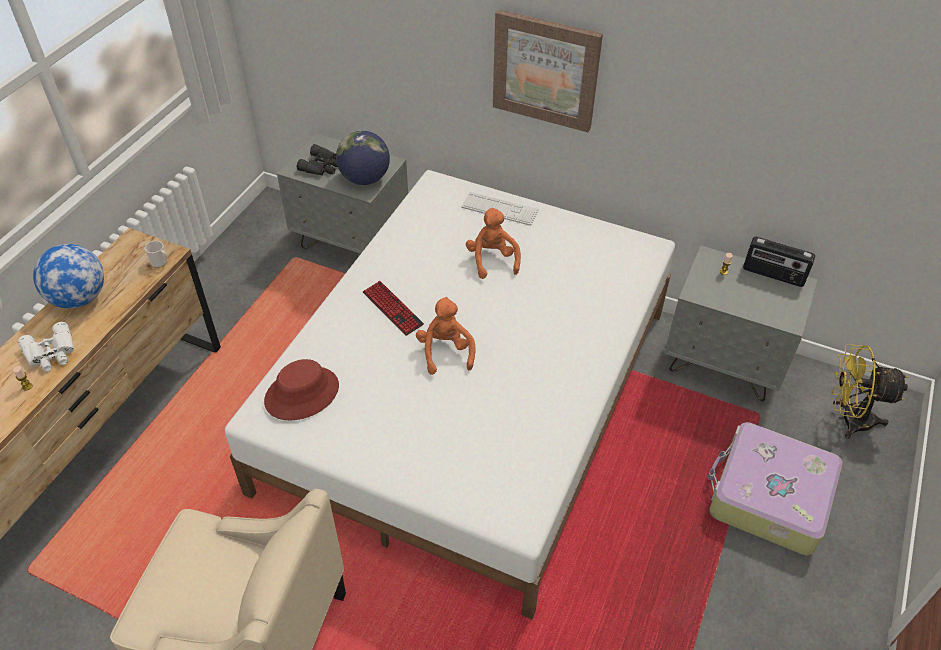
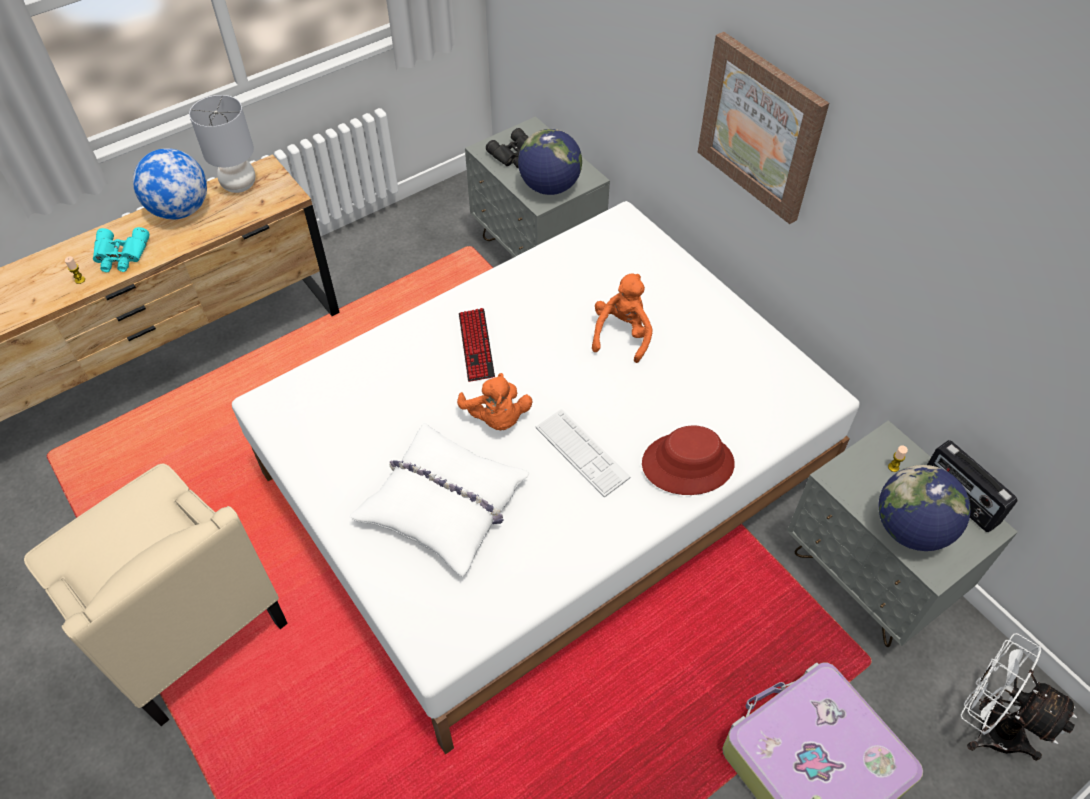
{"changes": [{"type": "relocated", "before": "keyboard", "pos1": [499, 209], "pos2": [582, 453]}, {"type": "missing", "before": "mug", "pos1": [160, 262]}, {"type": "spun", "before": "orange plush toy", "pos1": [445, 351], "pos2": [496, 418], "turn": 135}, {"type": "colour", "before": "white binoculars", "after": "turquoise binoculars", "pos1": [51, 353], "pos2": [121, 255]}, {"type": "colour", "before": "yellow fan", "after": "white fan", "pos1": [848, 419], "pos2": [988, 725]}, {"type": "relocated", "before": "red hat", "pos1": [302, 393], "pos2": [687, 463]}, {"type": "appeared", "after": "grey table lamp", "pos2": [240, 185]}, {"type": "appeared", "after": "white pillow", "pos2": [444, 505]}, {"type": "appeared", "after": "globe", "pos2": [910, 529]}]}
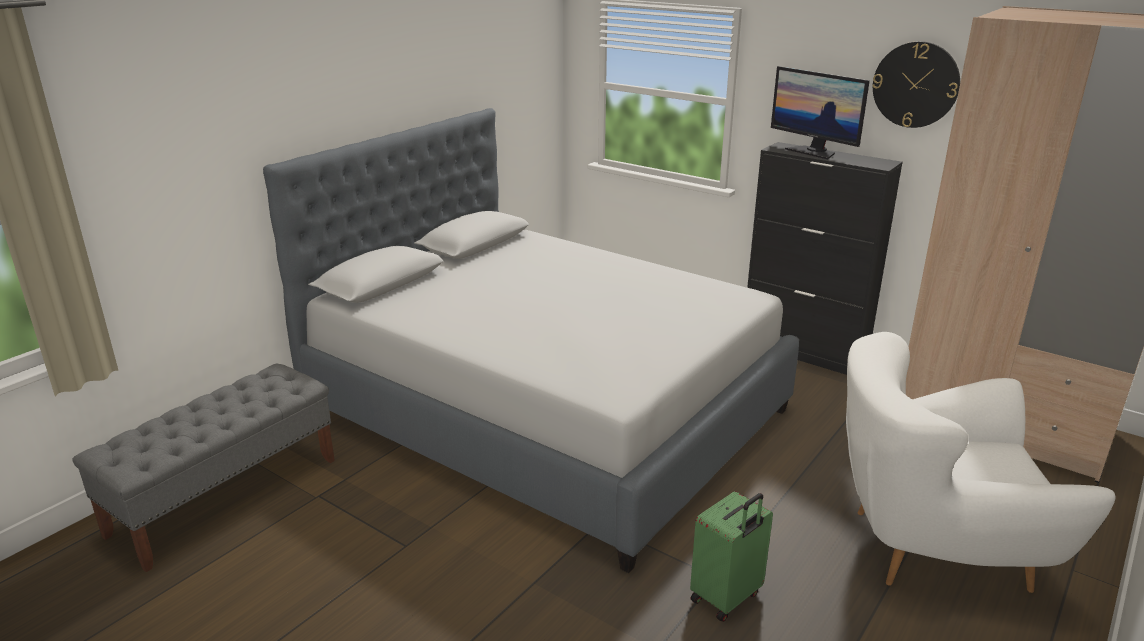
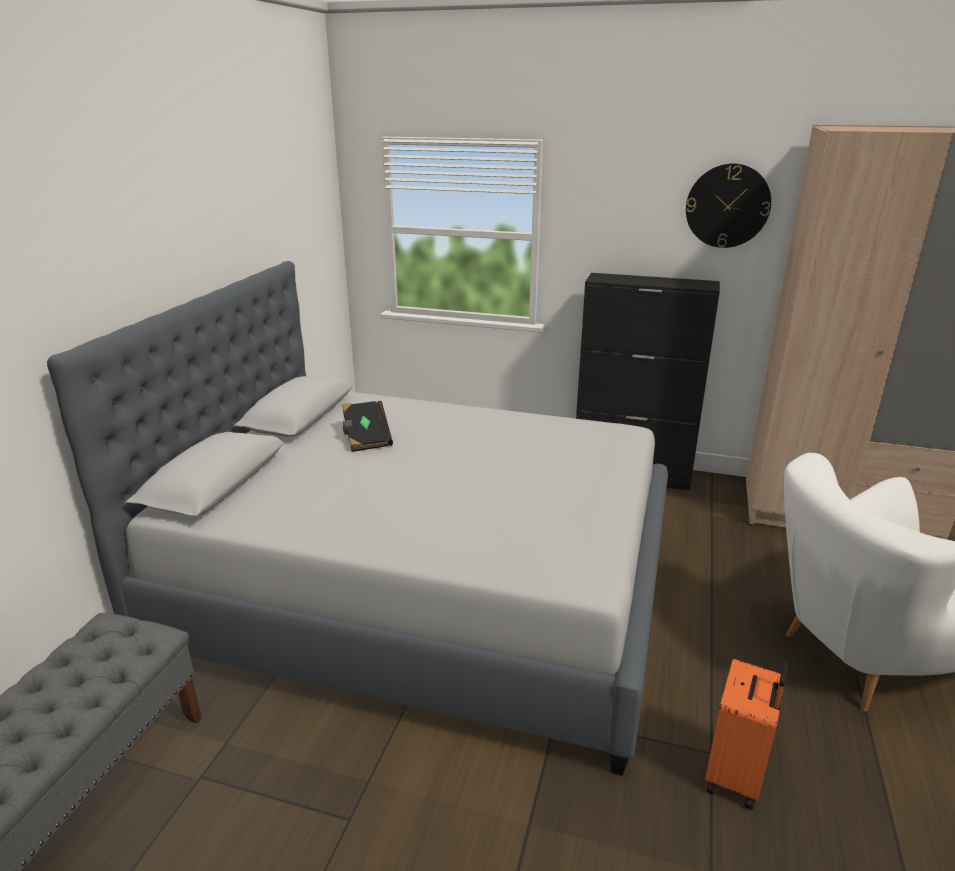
{"changes": [{"type": "missing", "before": "monitor", "pos1": [813, 152]}, {"type": "colour", "before": "green suitcase", "after": "orange suitcase", "pos1": [727, 598], "pos2": [736, 775]}, {"type": "appeared", "after": "black book", "pos2": [366, 437]}]}
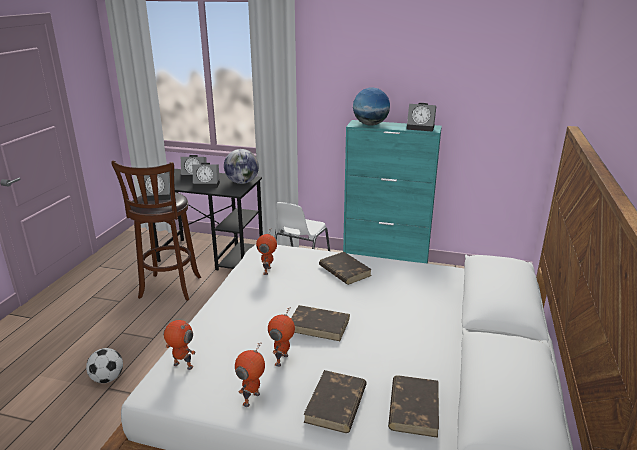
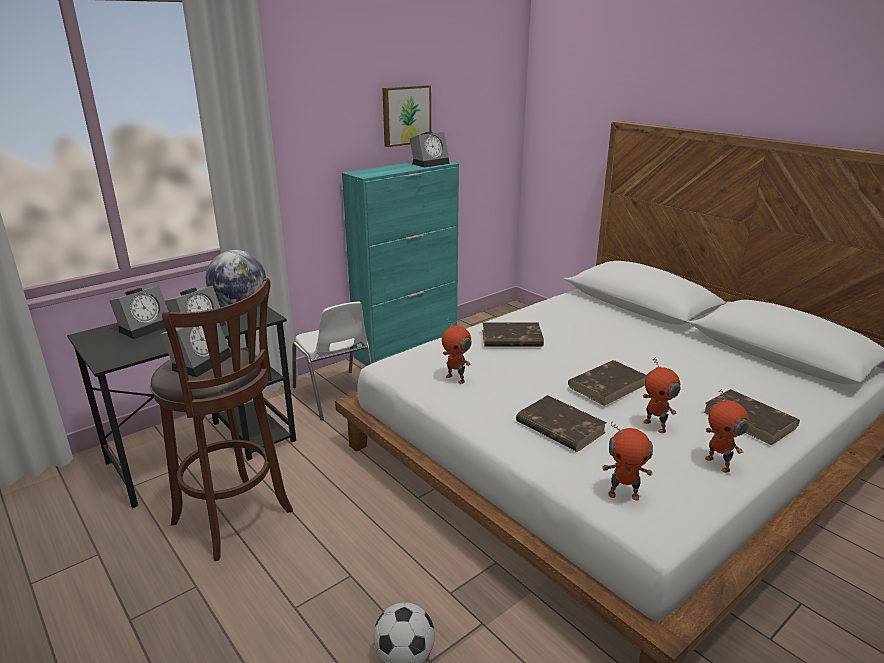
{"changes": [{"type": "missing", "before": "globe", "pos1": [370, 124]}, {"type": "spun", "before": "toy robot", "pos1": [182, 366], "pos2": [623, 494], "turn": -135}, {"type": "relocated", "before": "brown book", "pos1": [413, 407], "pos2": [559, 427]}, {"type": "appeared", "after": "picture", "pos2": [405, 115]}]}
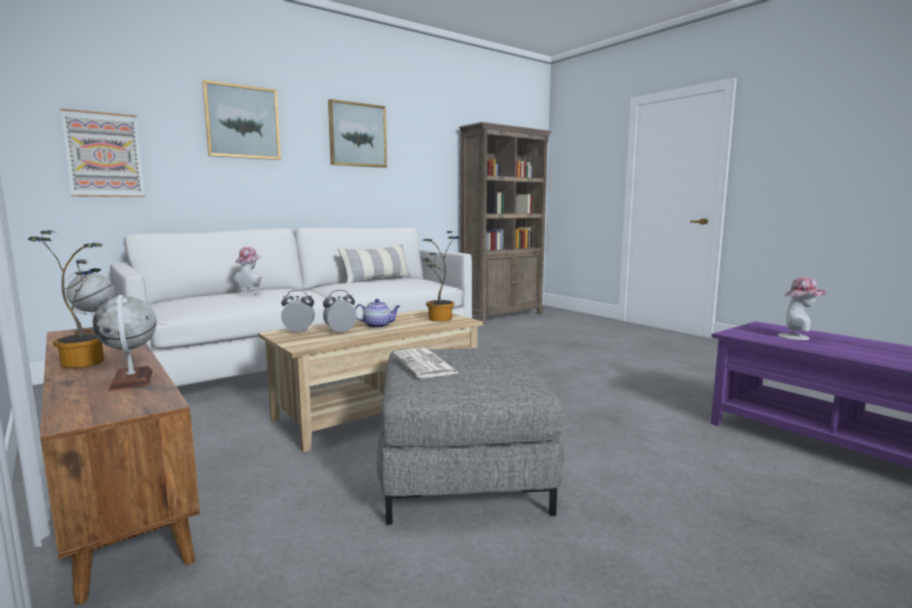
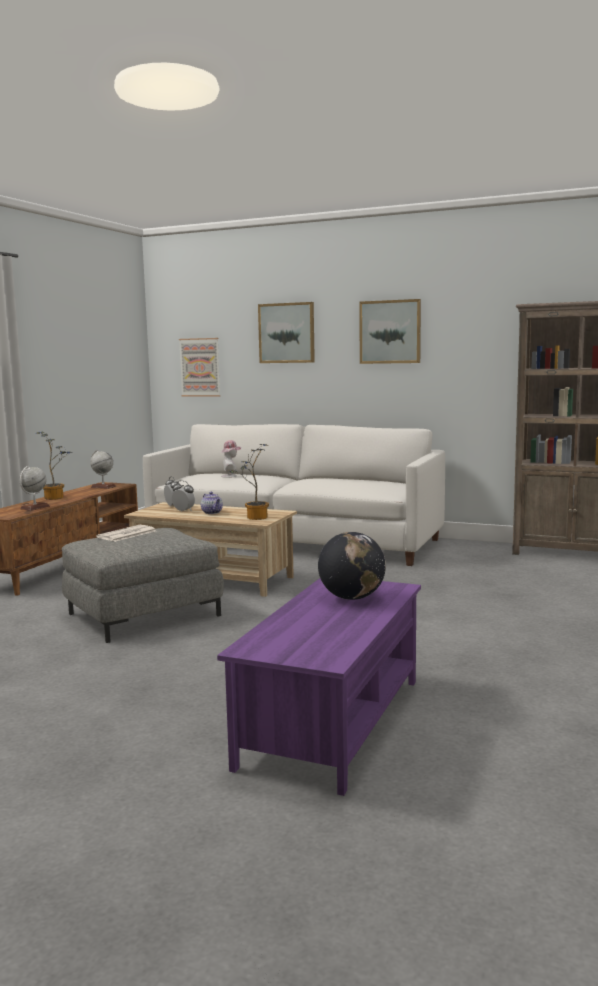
{"changes": [{"type": "missing", "before": "pillow", "pos1": [377, 280]}, {"type": "exchanged", "before": "hat", "after": "globe", "pos1": [798, 337], "pos2": [352, 597]}]}
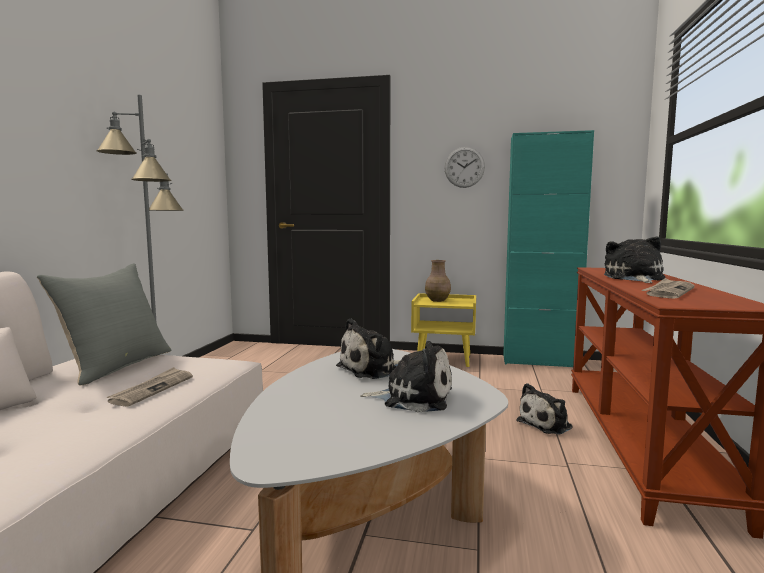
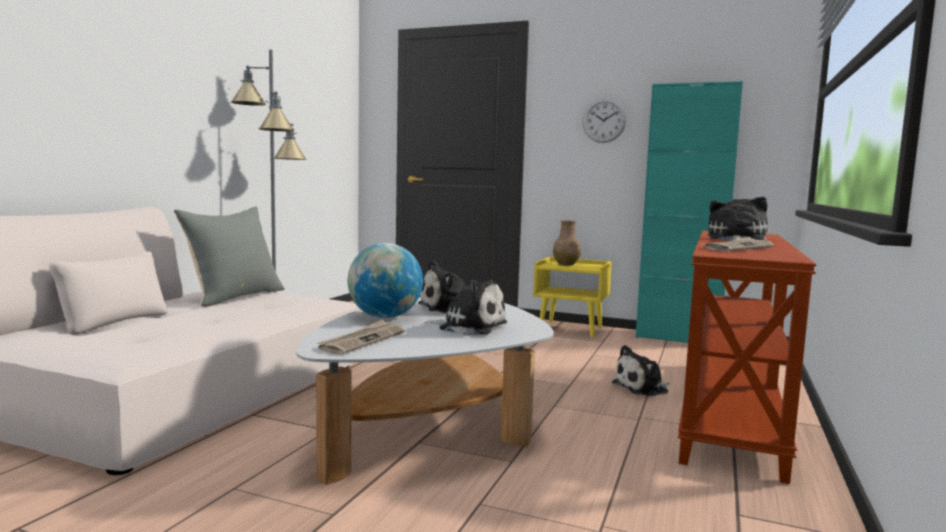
{"changes": [{"type": "relocated", "before": "newspaper", "pos1": [152, 389], "pos2": [362, 340]}, {"type": "appeared", "after": "globe", "pos2": [385, 317]}]}
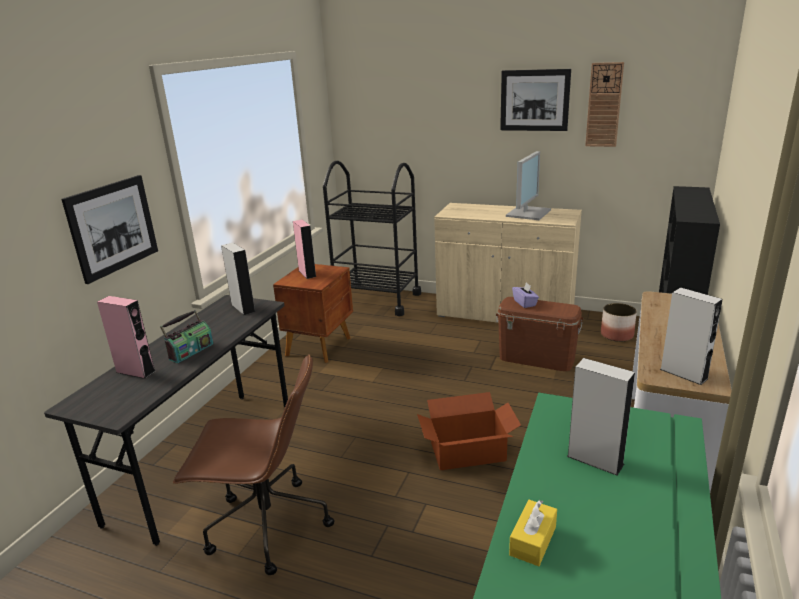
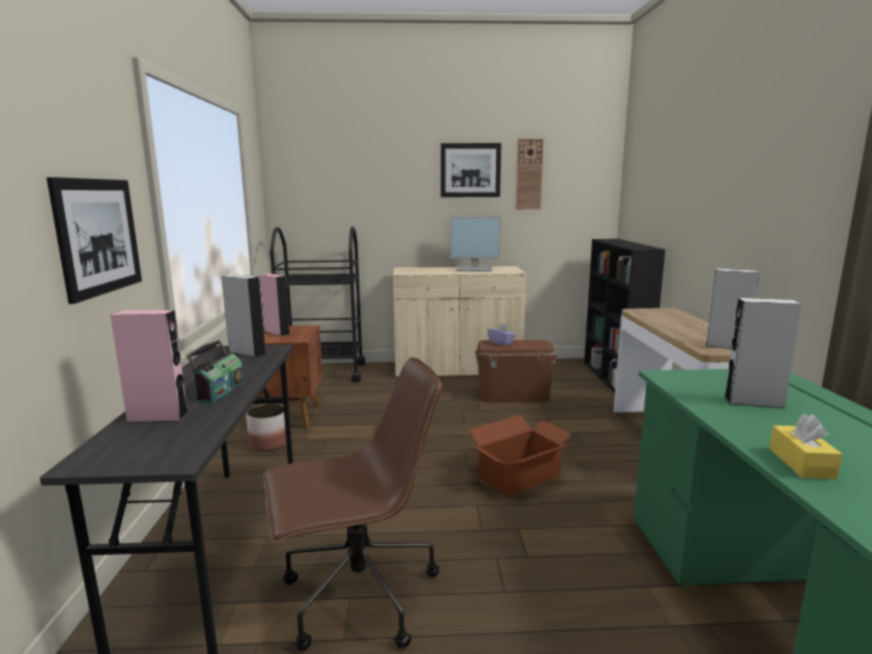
{"changes": [{"type": "spun", "before": "monitor", "pos1": [528, 213], "pos2": [475, 269], "turn": 90}, {"type": "relocated", "before": "planter", "pos1": [616, 335], "pos2": [269, 443]}]}
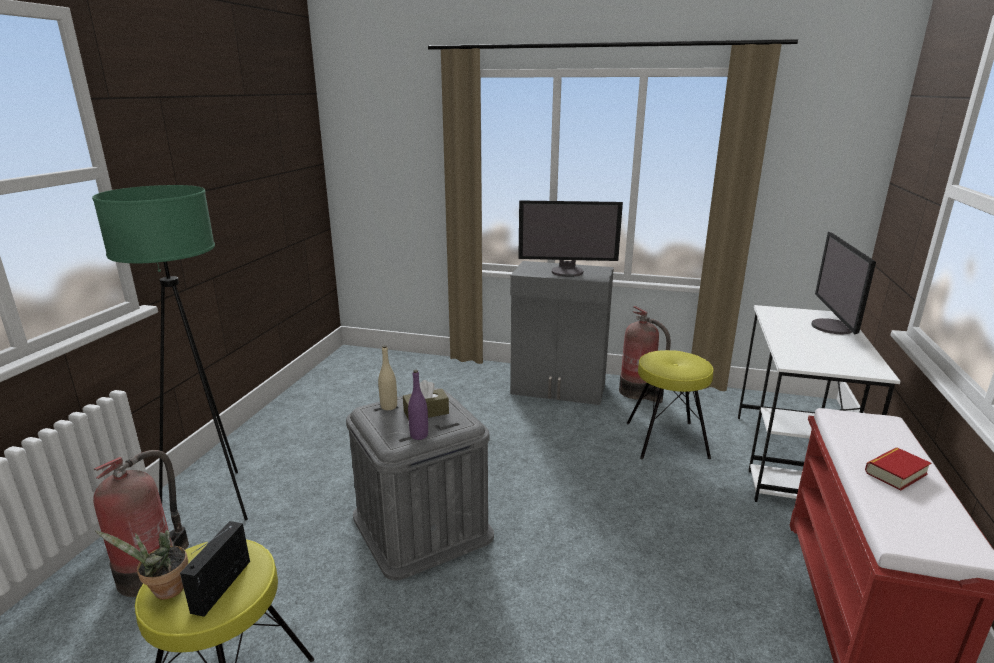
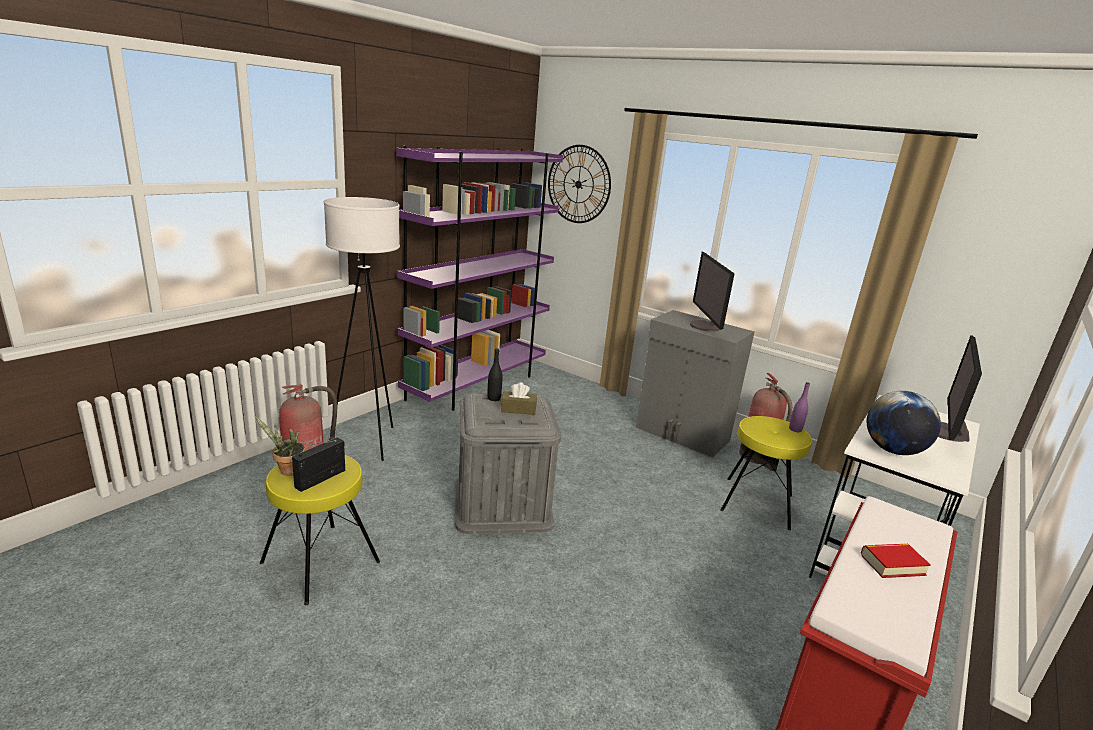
{"changes": [{"type": "colour", "before": "green floor lamp", "after": "white floor lamp", "pos1": [215, 501], "pos2": [368, 442]}, {"type": "spun", "before": "monitor", "pos1": [567, 271], "pos2": [706, 326], "turn": 60}, {"type": "colour", "before": "beige bottle", "after": "black bottle", "pos1": [389, 406], "pos2": [494, 398]}, {"type": "relocated", "before": "purple bottle", "pos1": [419, 435], "pos2": [795, 429]}, {"type": "appeared", "after": "wall clock", "pos2": [578, 184]}, {"type": "appeared", "after": "purple bookcase", "pos2": [477, 385]}, {"type": "appeared", "after": "globe", "pos2": [893, 450]}]}
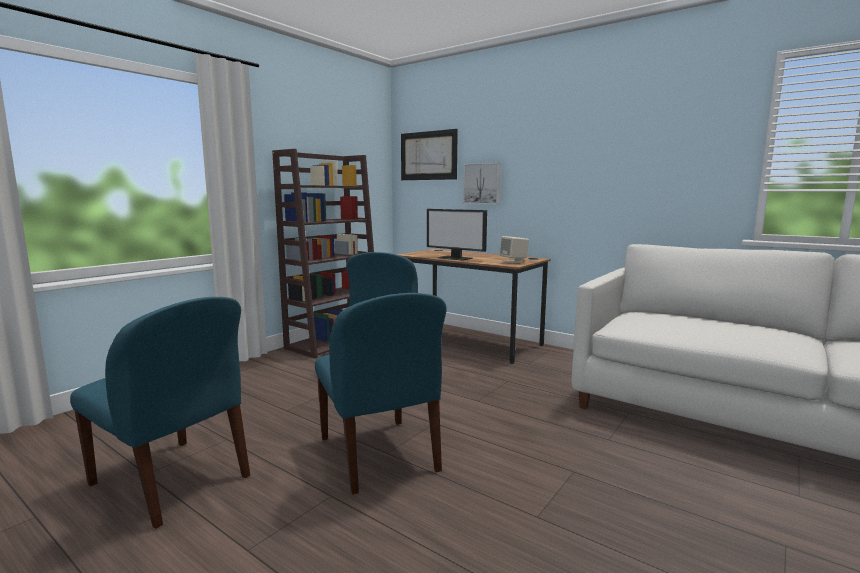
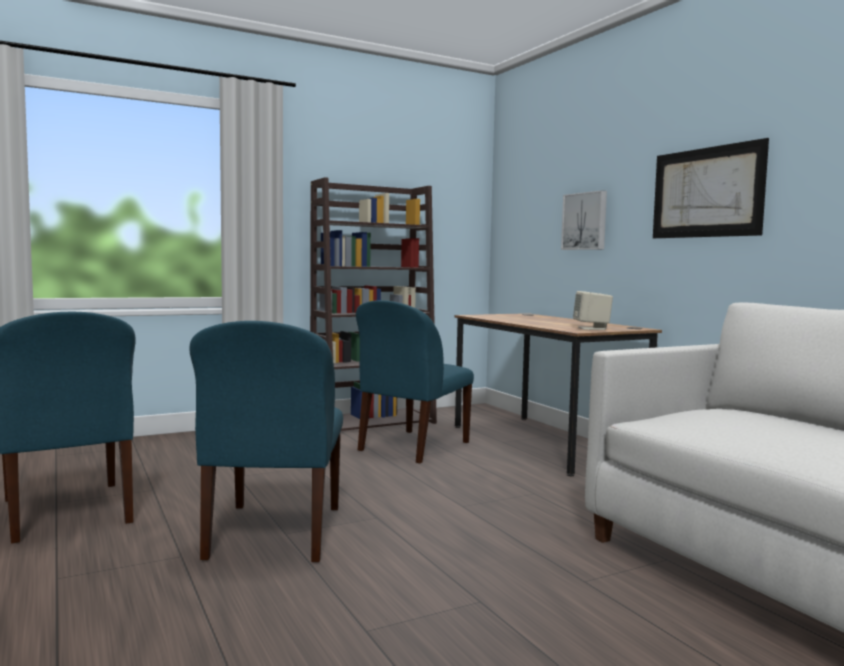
{"changes": [{"type": "relocated", "before": "picture", "pos1": [428, 155], "pos2": [706, 192]}, {"type": "missing", "before": "monitor", "pos1": [455, 258]}]}
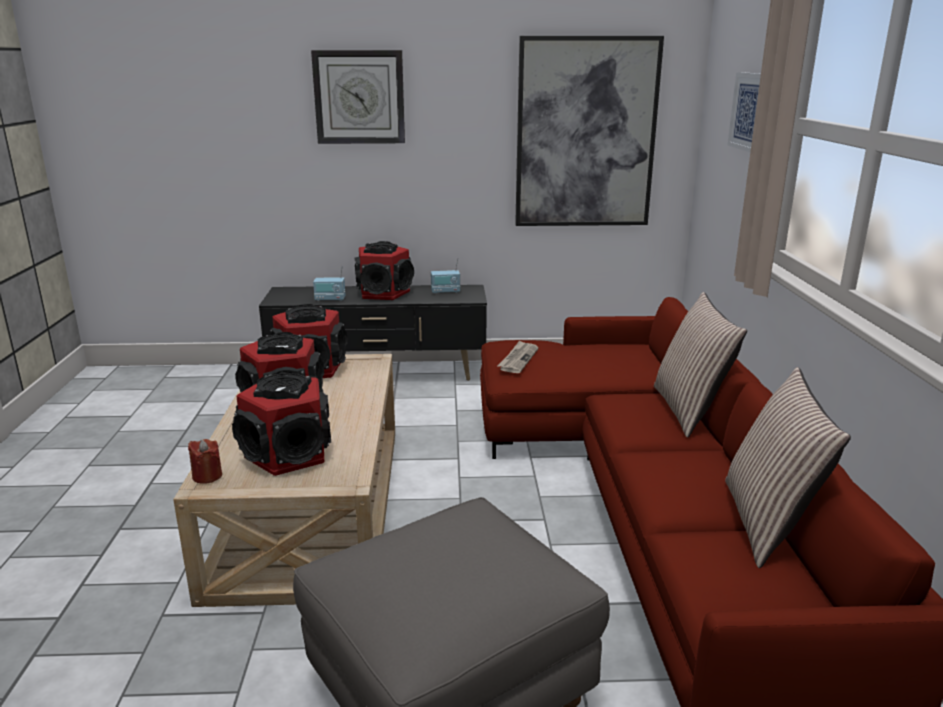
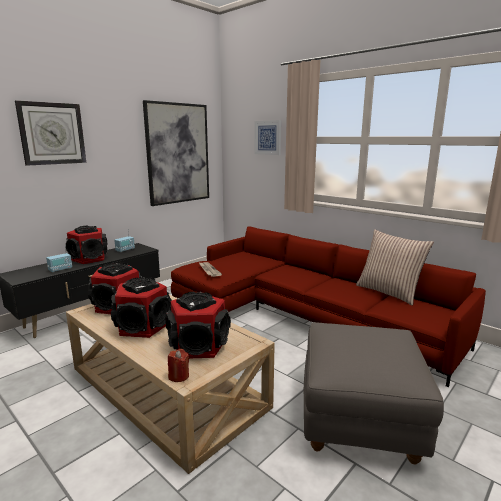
{"changes": [{"type": "missing", "before": "pillow", "pos1": [689, 410]}]}
